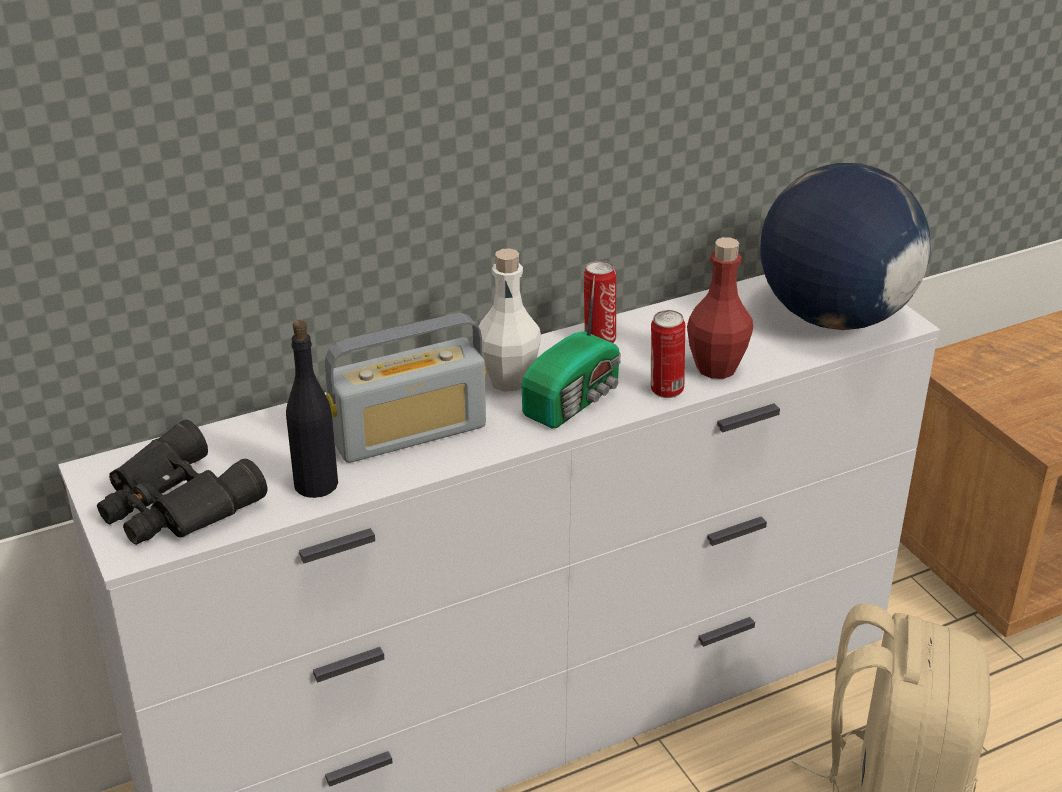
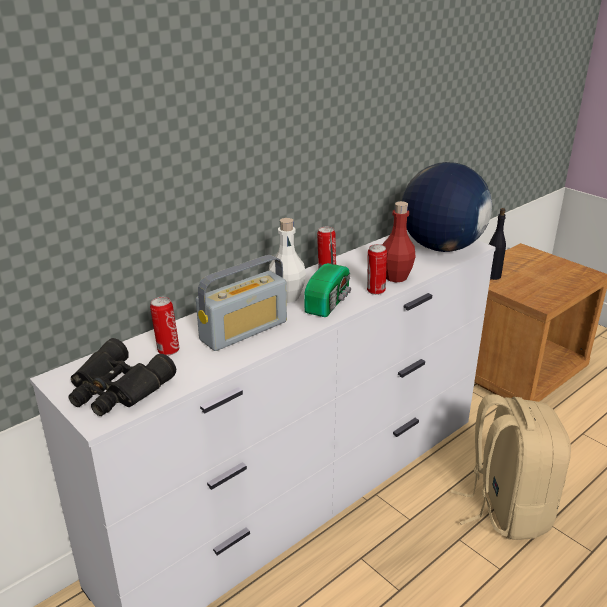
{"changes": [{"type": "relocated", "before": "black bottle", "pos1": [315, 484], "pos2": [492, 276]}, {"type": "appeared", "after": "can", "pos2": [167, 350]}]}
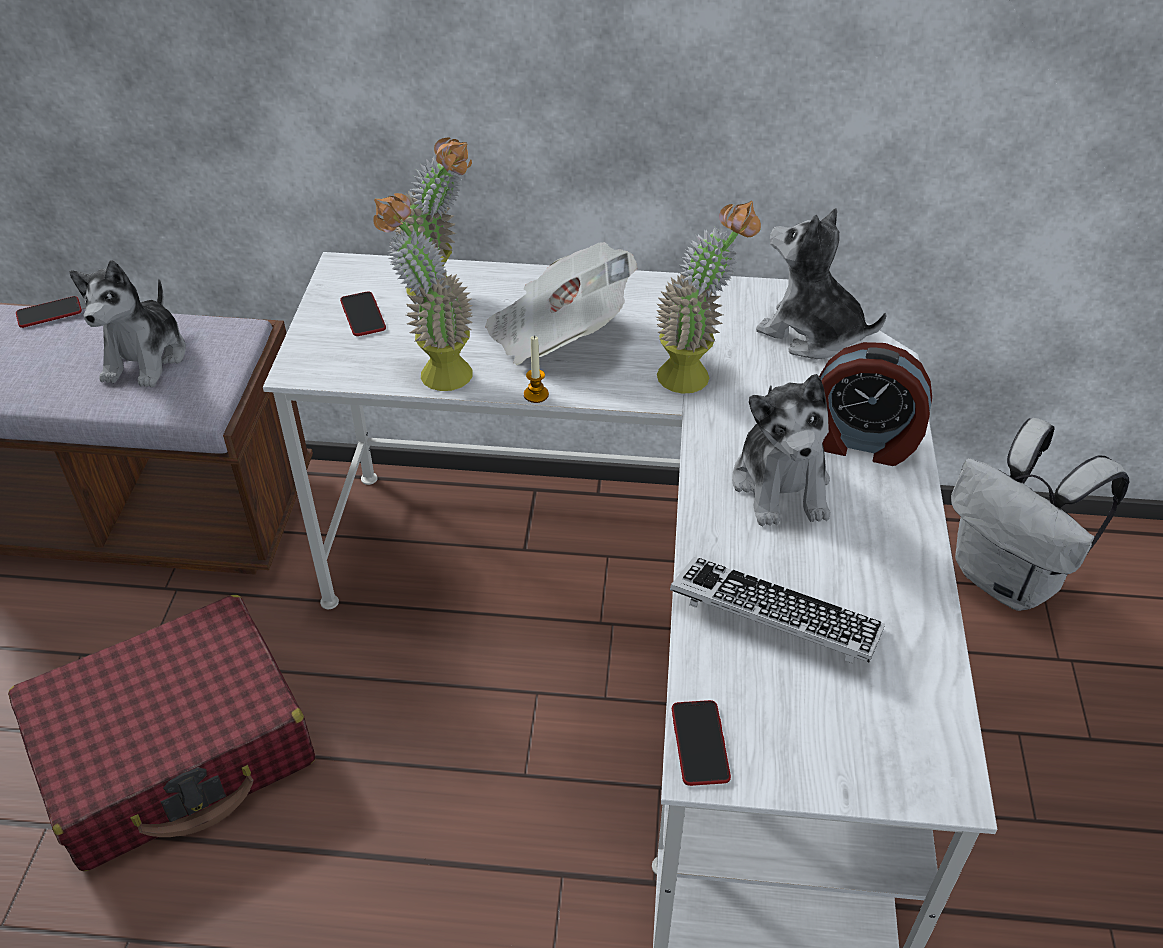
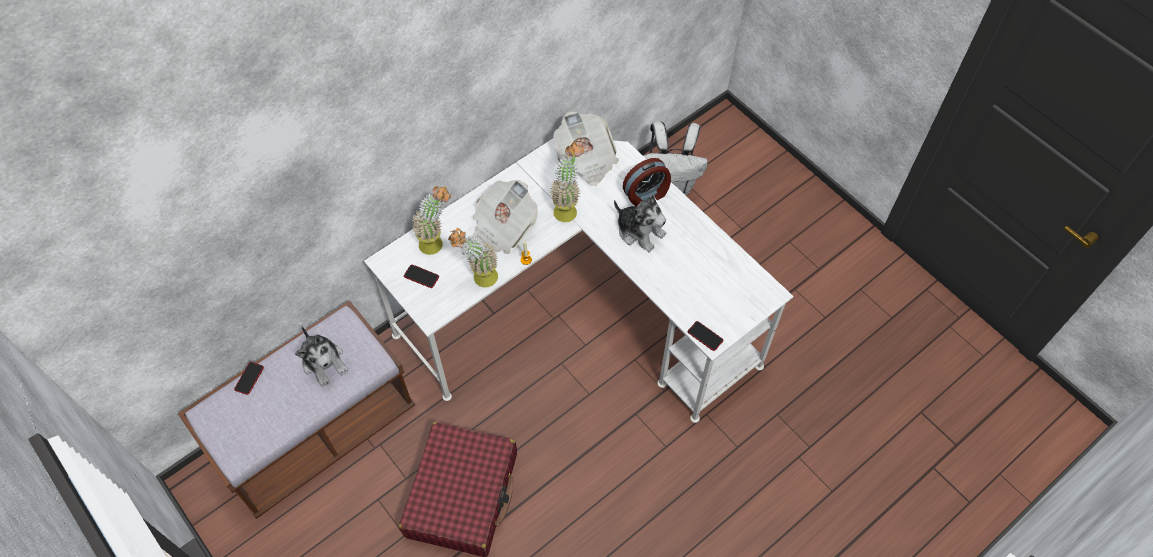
{"changes": [{"type": "exchanged", "before": "plush toy", "after": "newspaper", "pos1": [811, 334], "pos2": [586, 159]}, {"type": "missing", "before": "keyboard", "pos1": [774, 618]}]}
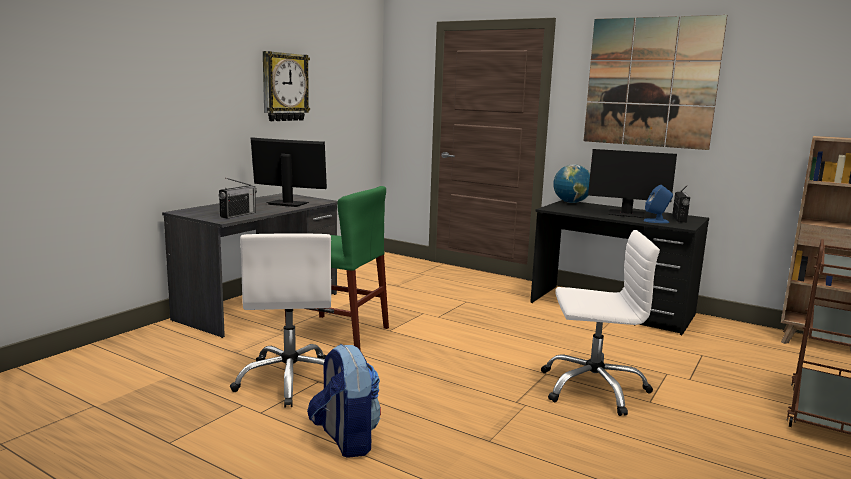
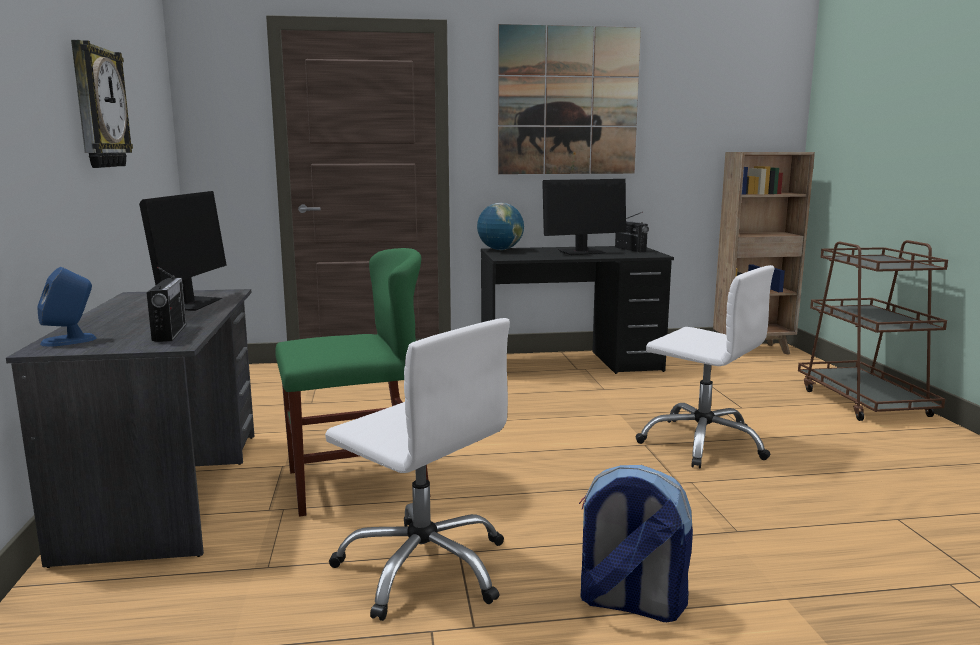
{"changes": [{"type": "spun", "before": "monitor", "pos1": [287, 203], "pos2": [188, 304], "turn": 120}, {"type": "relocated", "before": "blue speaker", "pos1": [656, 221], "pos2": [69, 340]}, {"type": "spun", "before": "white office chair", "pos1": [593, 388], "pos2": [702, 443], "turn": 75}]}
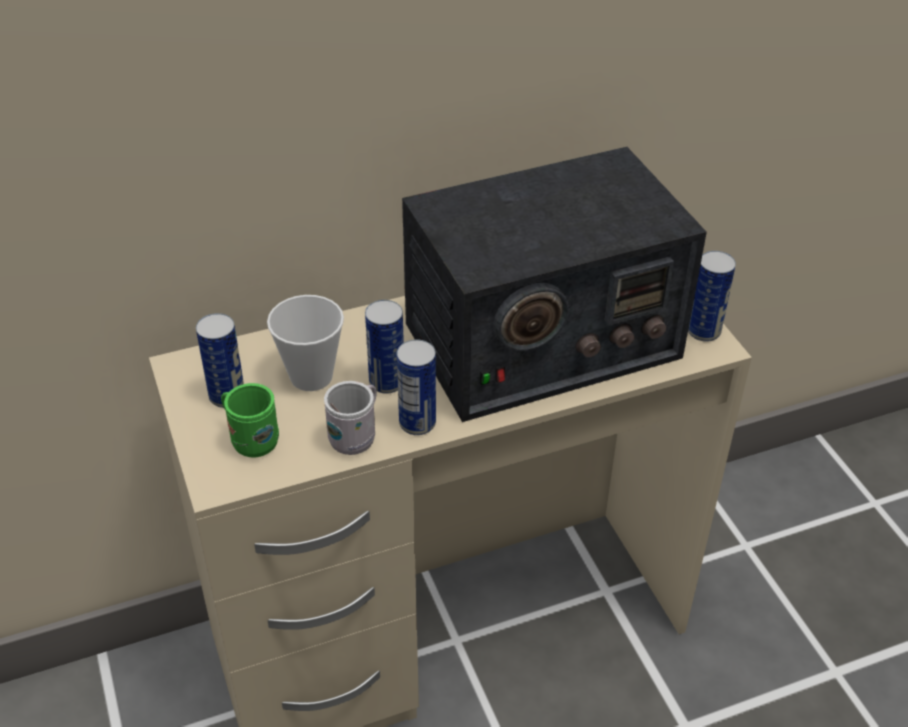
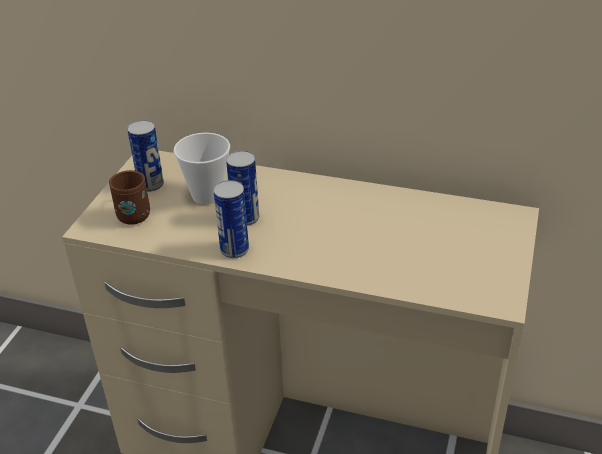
{"changes": [{"type": "missing", "before": "radio", "pos1": [540, 341]}, {"type": "missing", "before": "can", "pos1": [703, 331]}, {"type": "missing", "before": "white mug", "pos1": [356, 436]}, {"type": "colour", "before": "green mug", "after": "brown mug", "pos1": [250, 440], "pos2": [134, 213]}]}
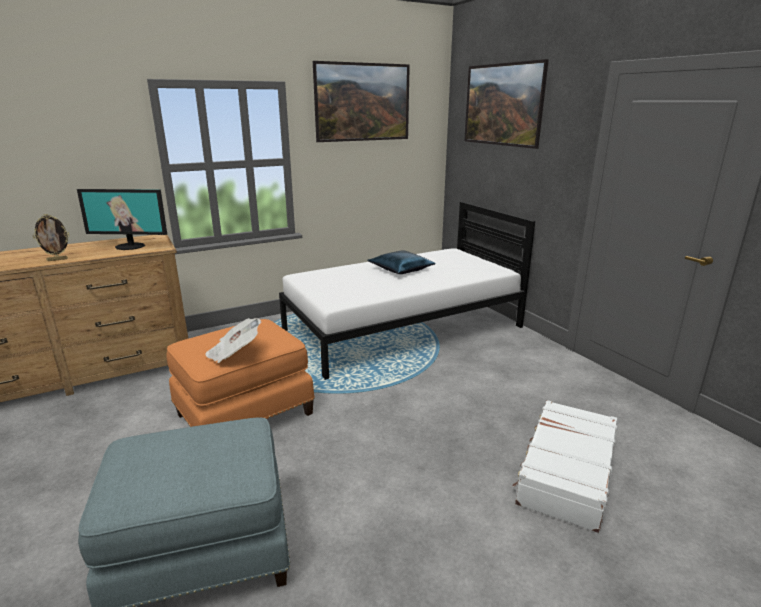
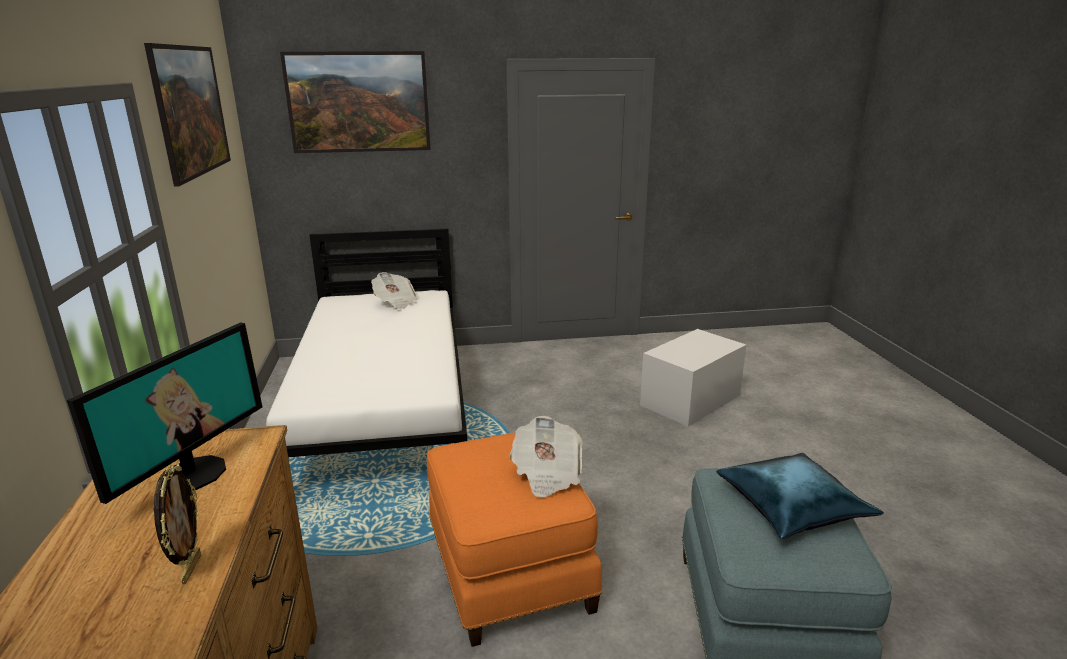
{"changes": [{"type": "relocated", "before": "blue pillow", "pos1": [401, 269], "pos2": [792, 506]}, {"type": "exchanged", "before": "white suitcase", "after": "white storage box", "pos1": [565, 472], "pos2": [690, 400]}, {"type": "appeared", "after": "newspaper", "pos2": [395, 302]}]}
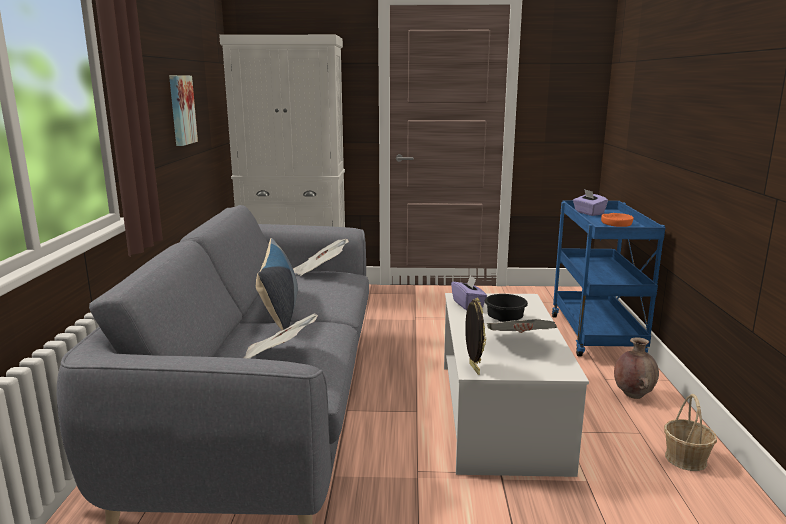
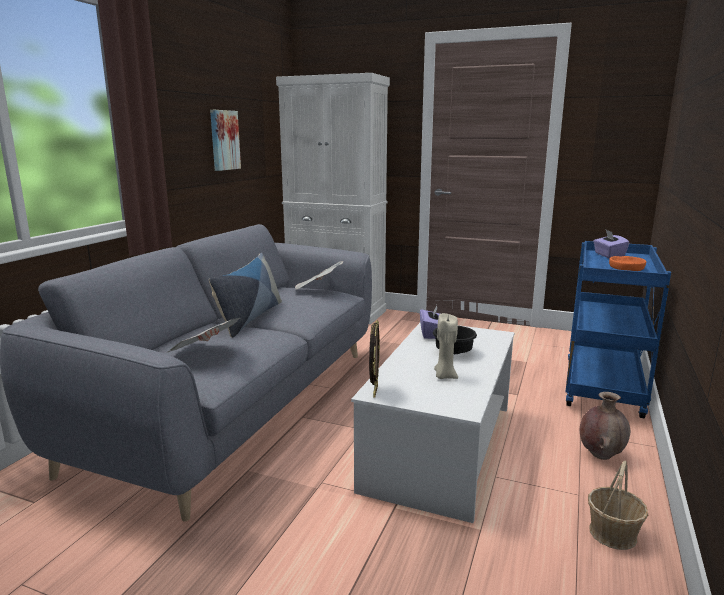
{"changes": [{"type": "exchanged", "before": "newspaper", "after": "beige candle", "pos1": [519, 344], "pos2": [444, 376]}]}
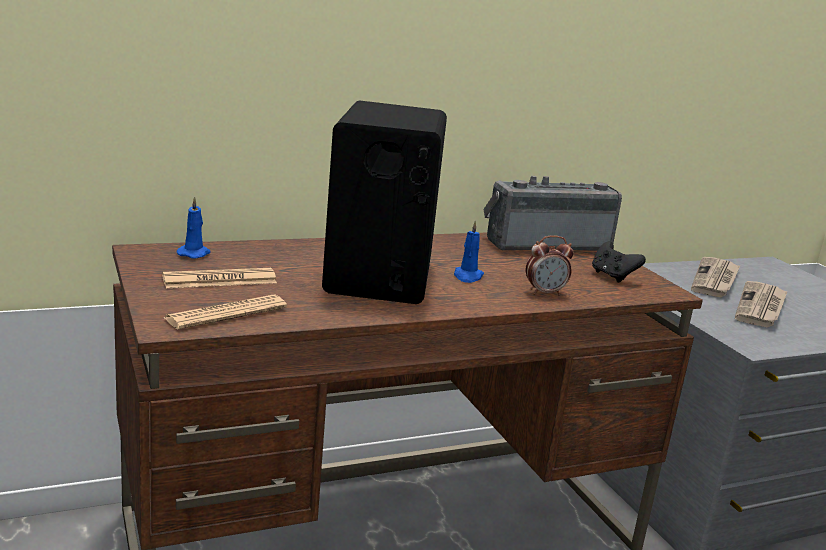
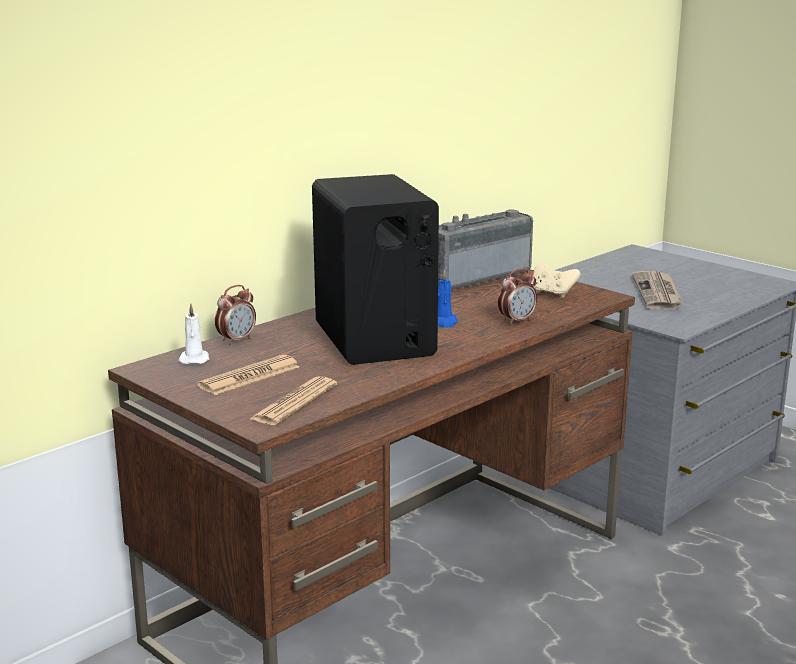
{"changes": [{"type": "colour", "before": "blue candle", "after": "white candle", "pos1": [194, 253], "pos2": [194, 359]}, {"type": "colour", "before": "black game controller", "after": "beige game controller", "pos1": [612, 276], "pos2": [552, 293]}, {"type": "missing", "before": "newspaper", "pos1": [715, 280]}, {"type": "appeared", "after": "alarm clock", "pos2": [236, 340]}]}
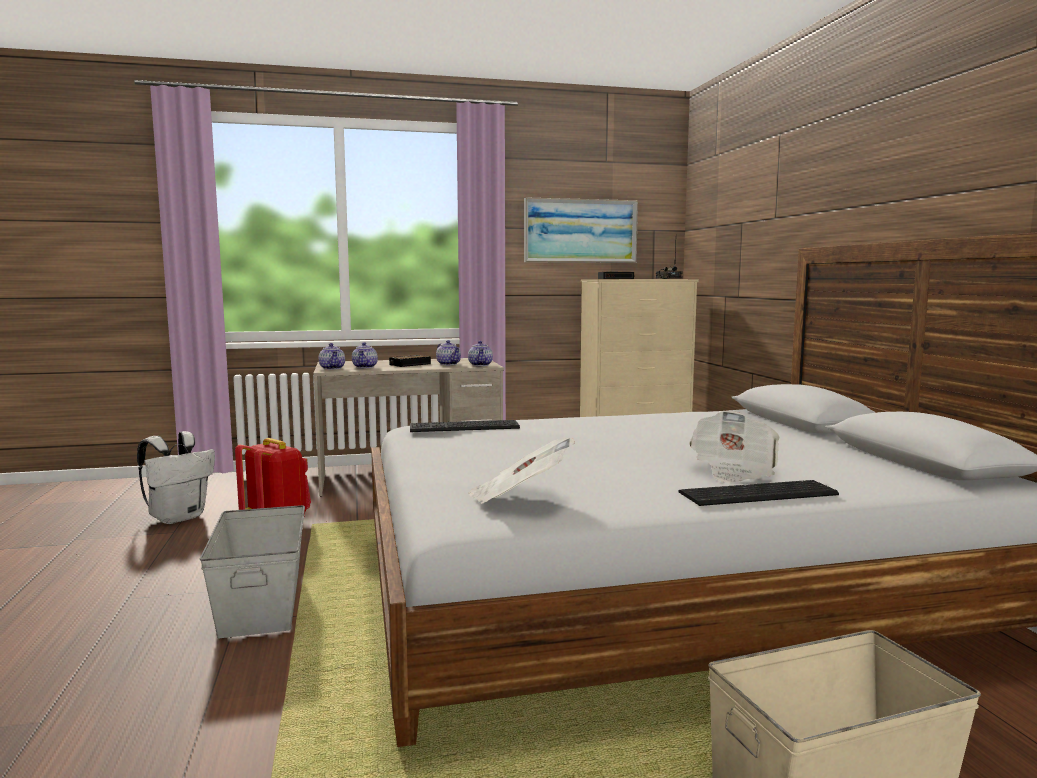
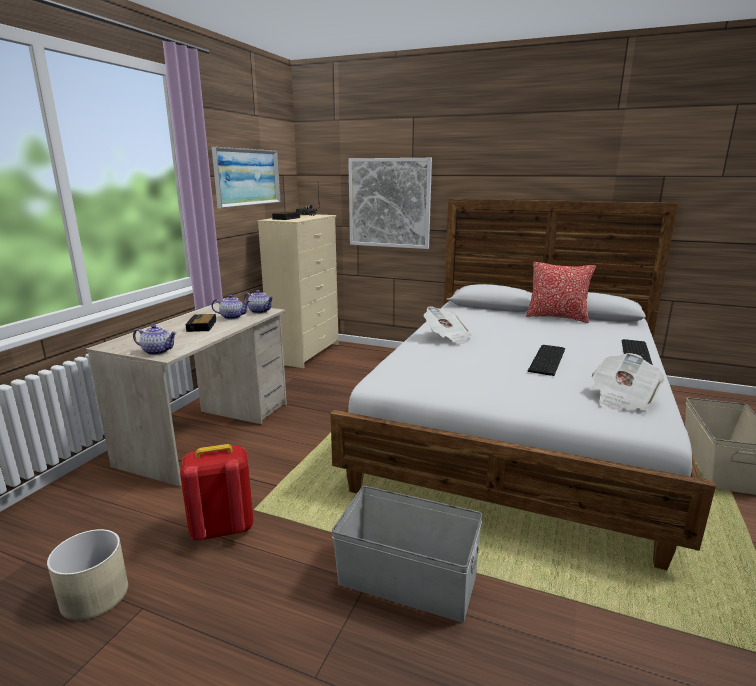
{"changes": [{"type": "missing", "before": "teapot", "pos1": [365, 367]}, {"type": "relocated", "before": "newspaper", "pos1": [733, 471], "pos2": [447, 338]}, {"type": "relocated", "before": "keyboard", "pos1": [465, 427], "pos2": [549, 359]}, {"type": "exchanged", "before": "white backpack", "after": "beige planter", "pos1": [178, 517], "pos2": [94, 595]}, {"type": "appeared", "after": "picture", "pos2": [389, 203]}, {"type": "appeared", "after": "pillow", "pos2": [557, 317]}]}
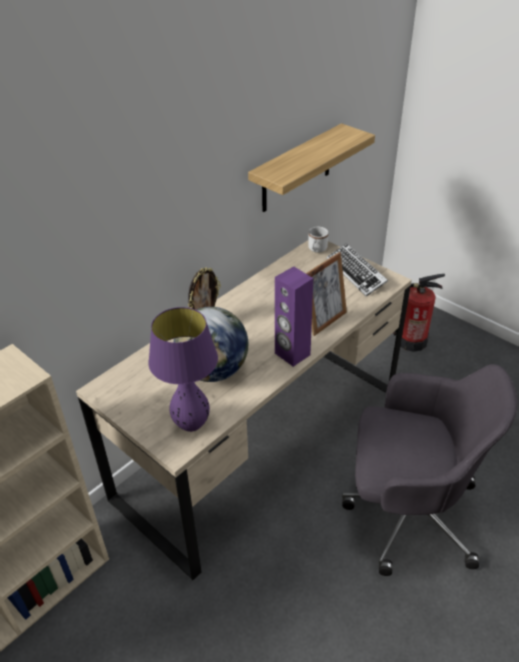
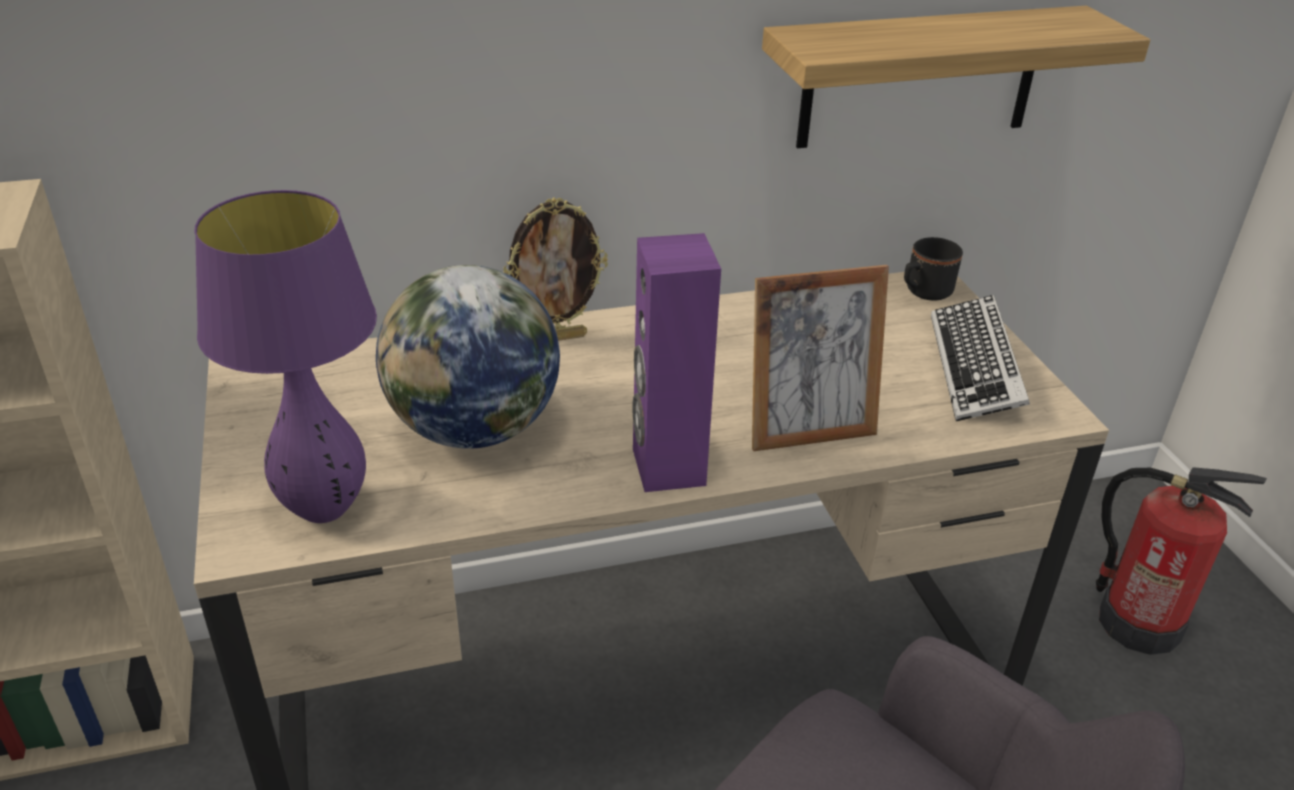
{"changes": [{"type": "colour", "before": "white mug", "after": "black mug", "pos1": [316, 249], "pos2": [923, 292]}]}
